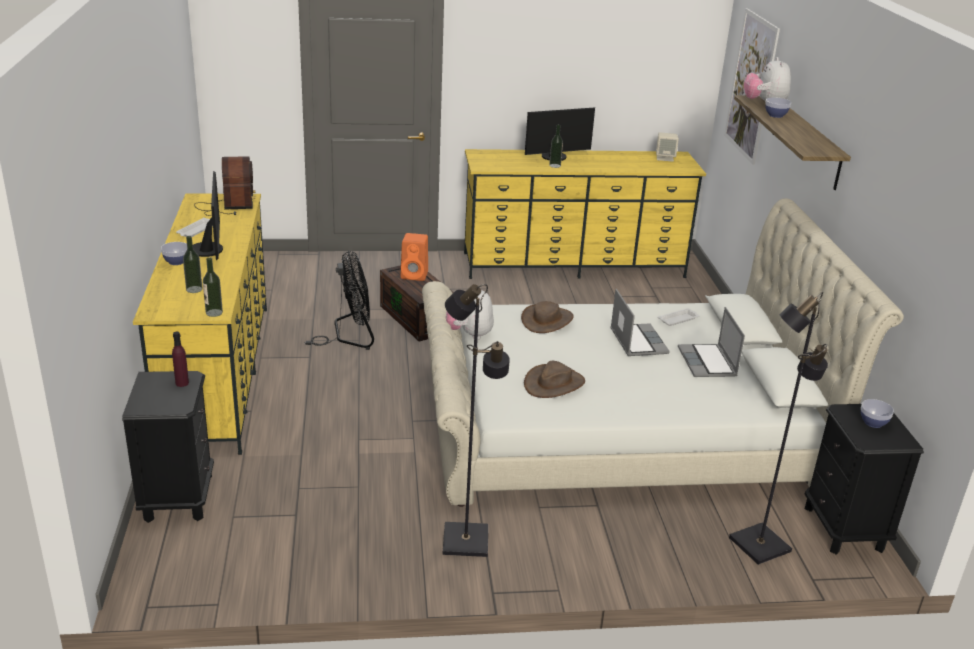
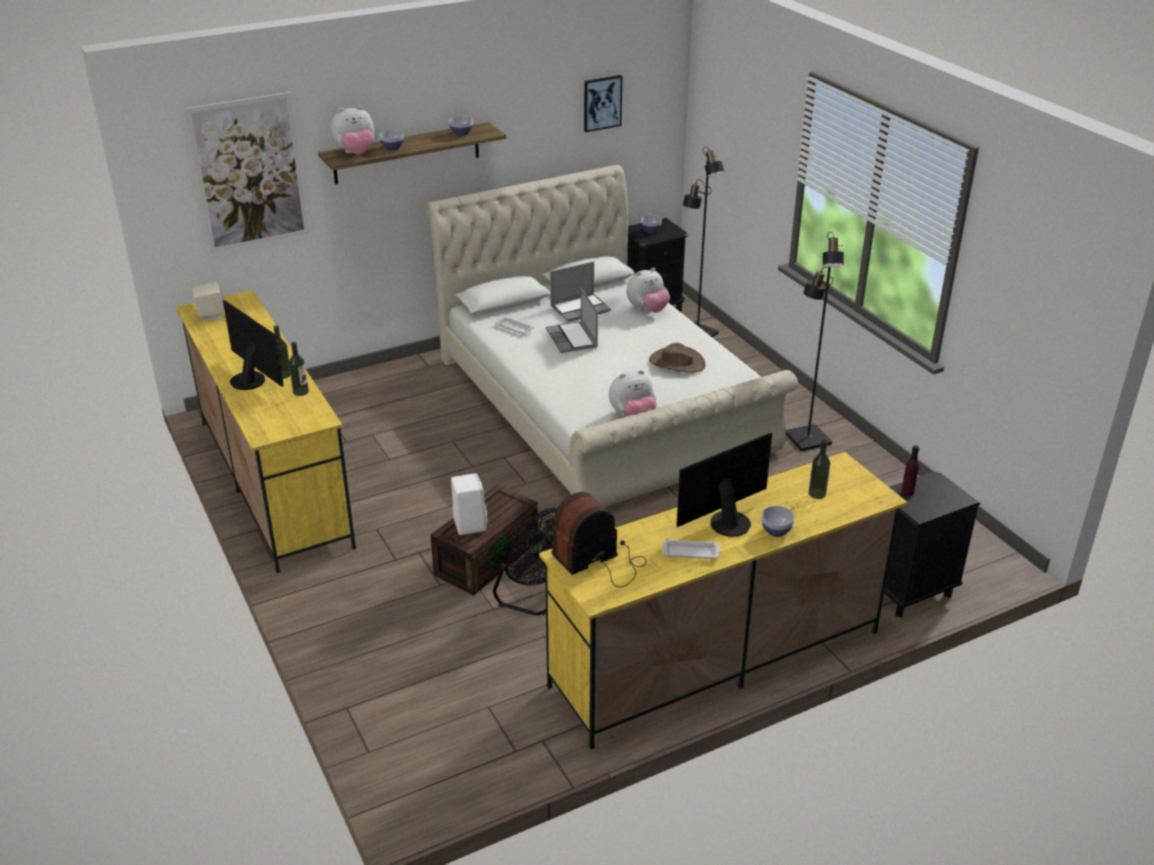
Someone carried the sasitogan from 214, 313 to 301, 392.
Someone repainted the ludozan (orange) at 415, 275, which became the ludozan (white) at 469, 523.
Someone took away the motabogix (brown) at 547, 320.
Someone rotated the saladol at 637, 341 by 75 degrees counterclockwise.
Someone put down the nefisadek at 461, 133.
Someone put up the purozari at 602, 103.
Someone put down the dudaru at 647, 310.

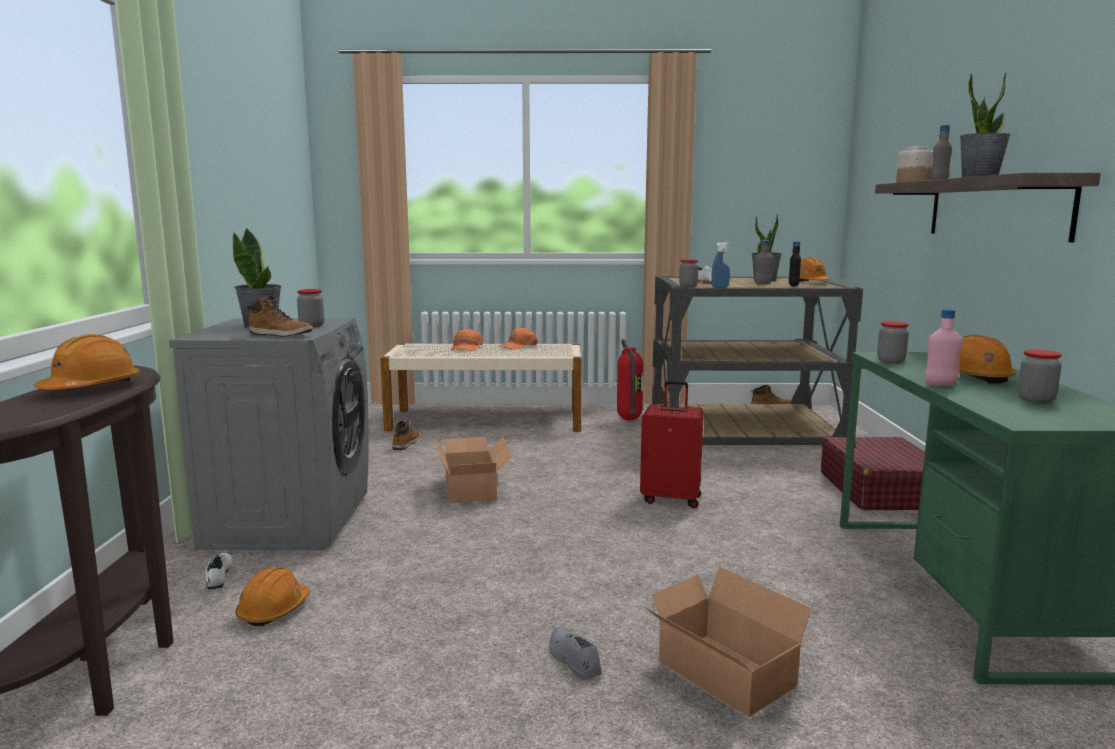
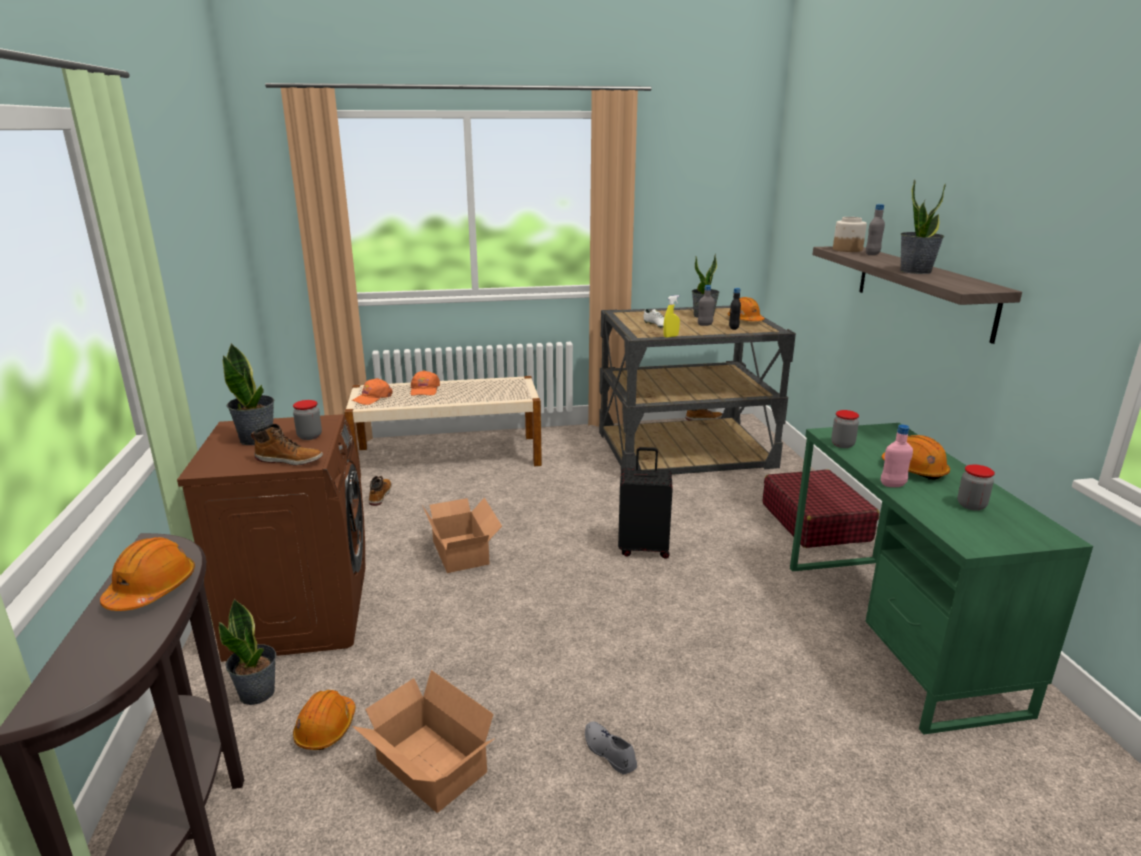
Someone repainted the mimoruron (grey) at 289, 522, which became the mimoruron (brown) at 301, 613.
Someone swapped the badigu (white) at 219, 577 for the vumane at 258, 692.
Someone carried the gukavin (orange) from 518, 346 to 372, 398.
Someone took away the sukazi at 628, 420.
Someone repainted the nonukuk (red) at 671, 499, which became the nonukuk (black) at 644, 548.
Someone carried the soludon from 725, 677 to 429, 770.
Someone took away the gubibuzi at 688, 286.
Someone repainted the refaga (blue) at 720, 287, which became the refaga (yellow) at 671, 336.

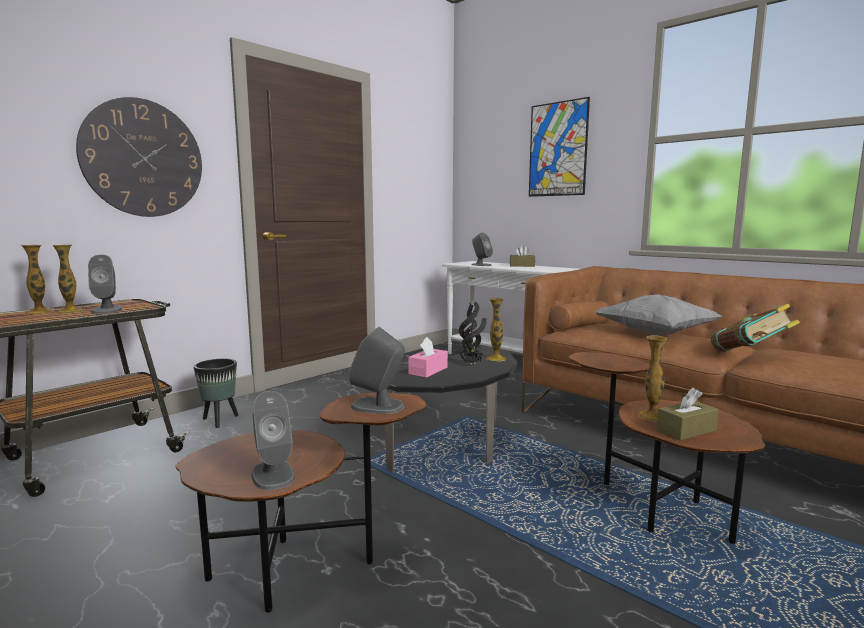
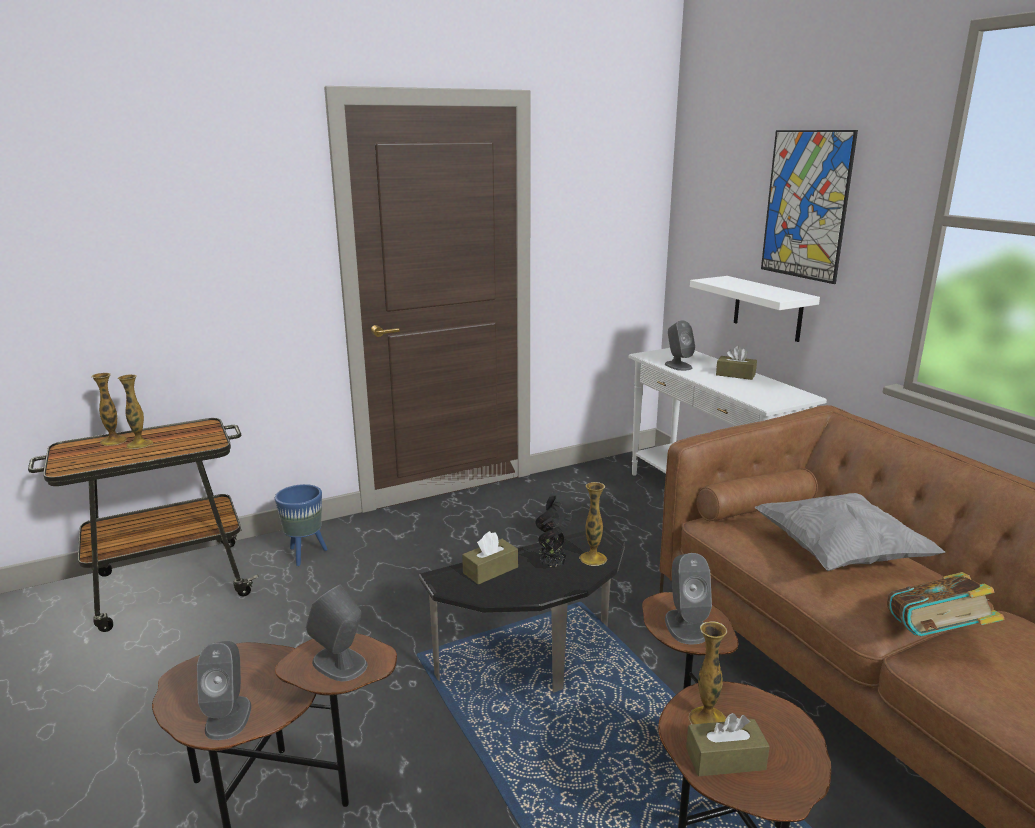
Someone took away the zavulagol at 143, 158.
Someone carried the ludozan (grey) from 107, 310 to 685, 626.
Someone repainted the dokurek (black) at 219, 420, which became the dokurek (blue) at 305, 554.
Someone repainted the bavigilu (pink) at 428, 370, which became the bavigilu (brown) at 490, 570.
Someone put up the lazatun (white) at 767, 308.

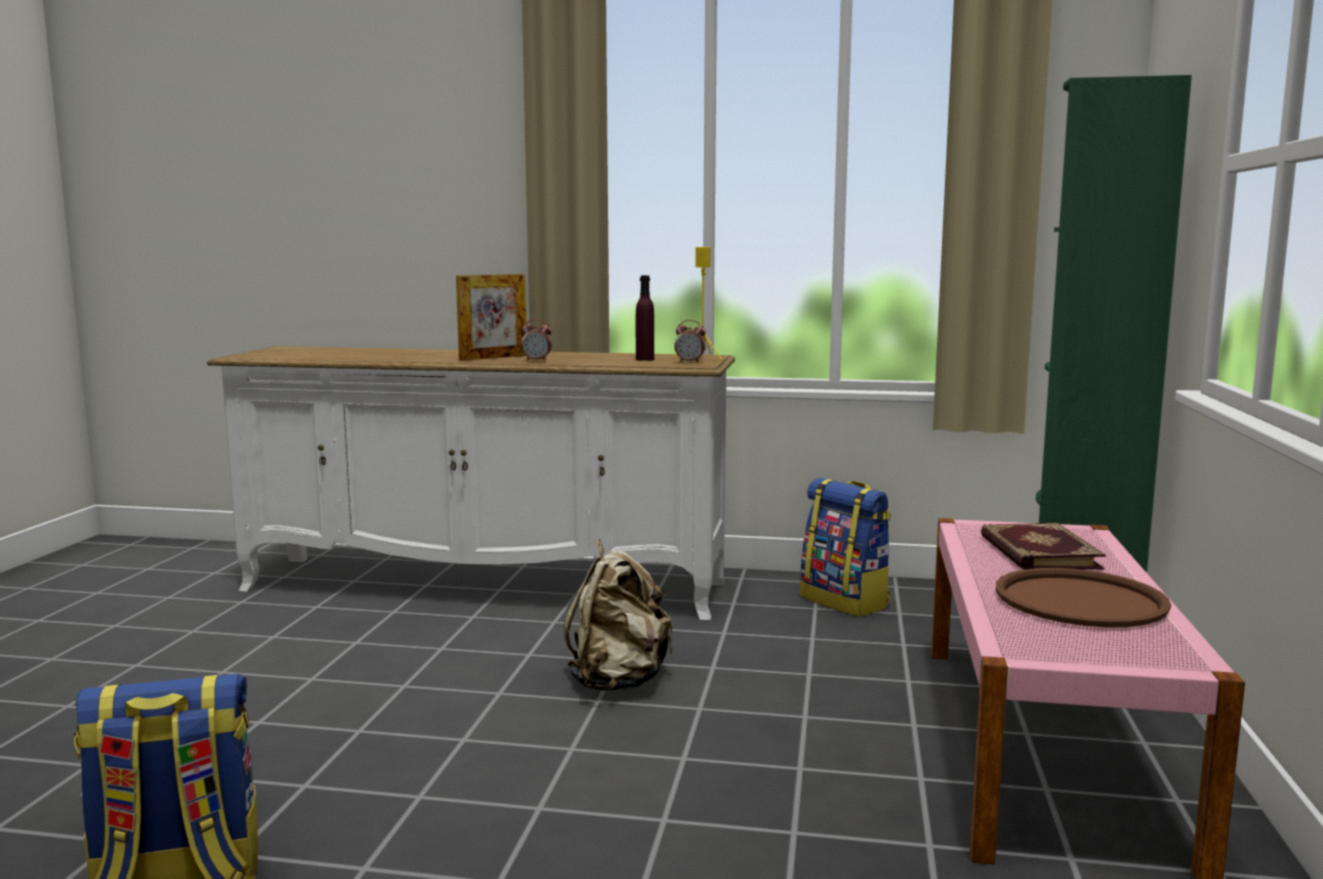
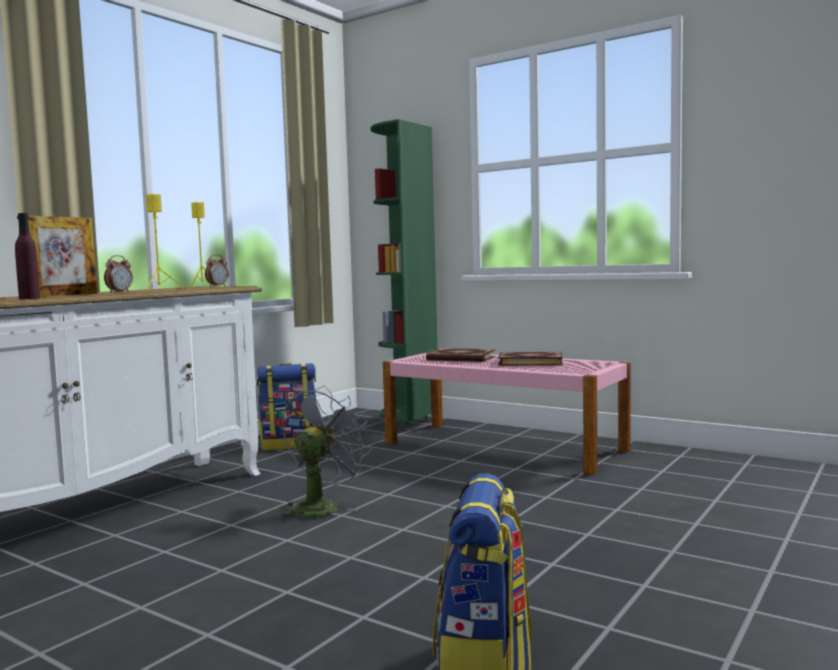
Someone rotated the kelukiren at 493, 357 by 45 degrees clockwise.
Someone swapped the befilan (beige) at 618, 681 for the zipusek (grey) at 320, 506.
Someone carried the sasitogan (purple) from 645, 359 to 29, 298.
Someone swapped the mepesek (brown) at 1080, 600 for the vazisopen at 530, 362.
Someone put down the ludozan (yellow) at 160, 290.

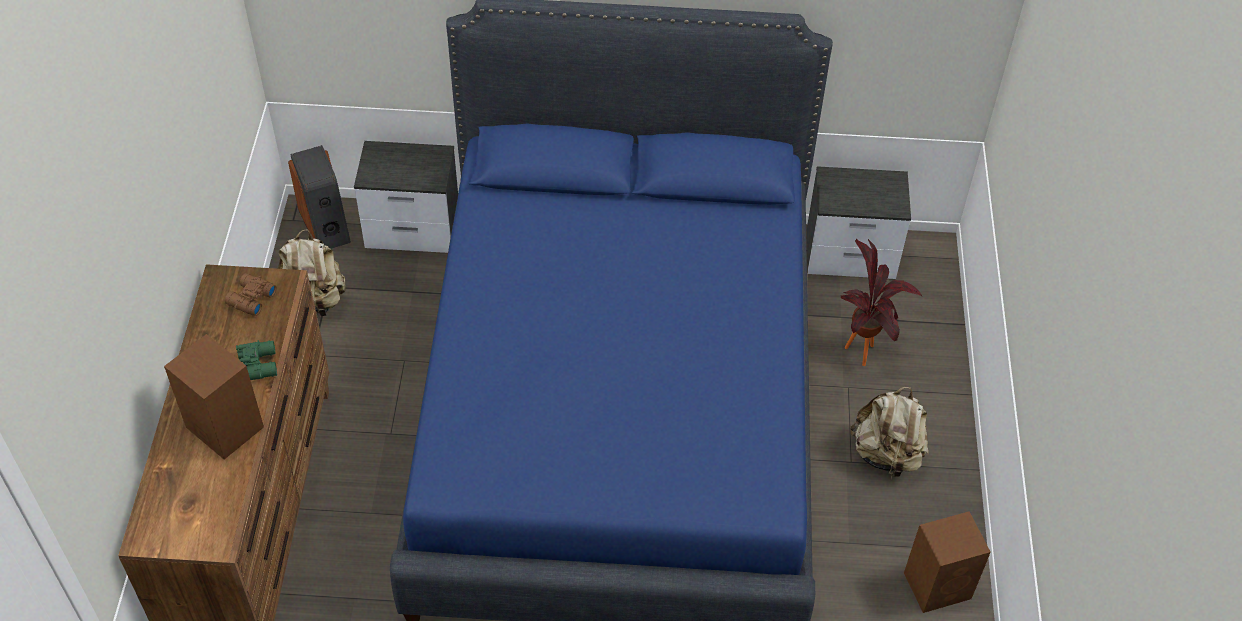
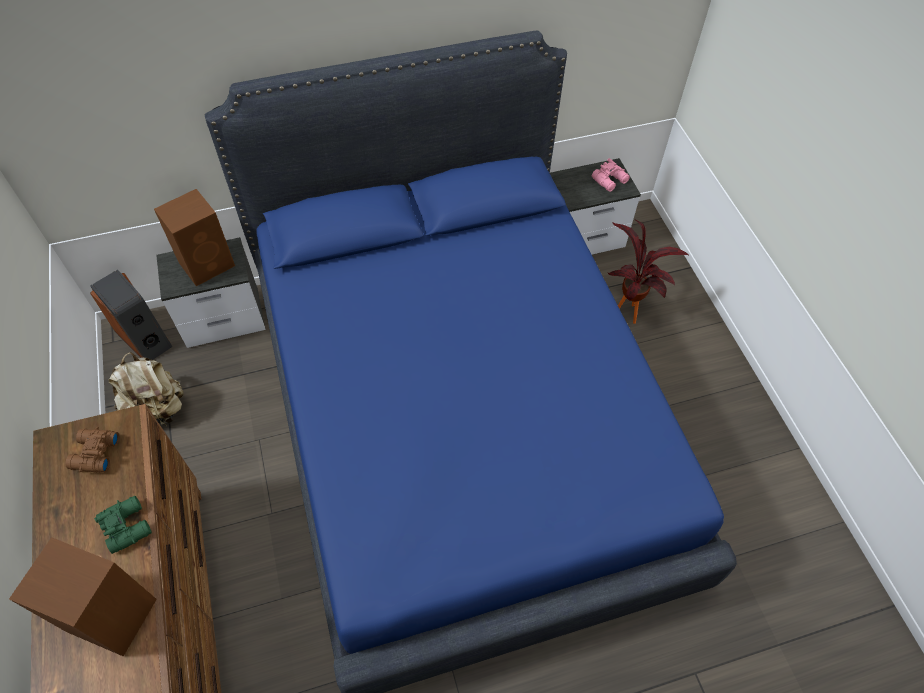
Someone took away the befilan (beige) at 887, 454.
Someone carried the ludozan (brown) from 939, 585 to 208, 263.
Someone put down the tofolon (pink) at 610, 180.

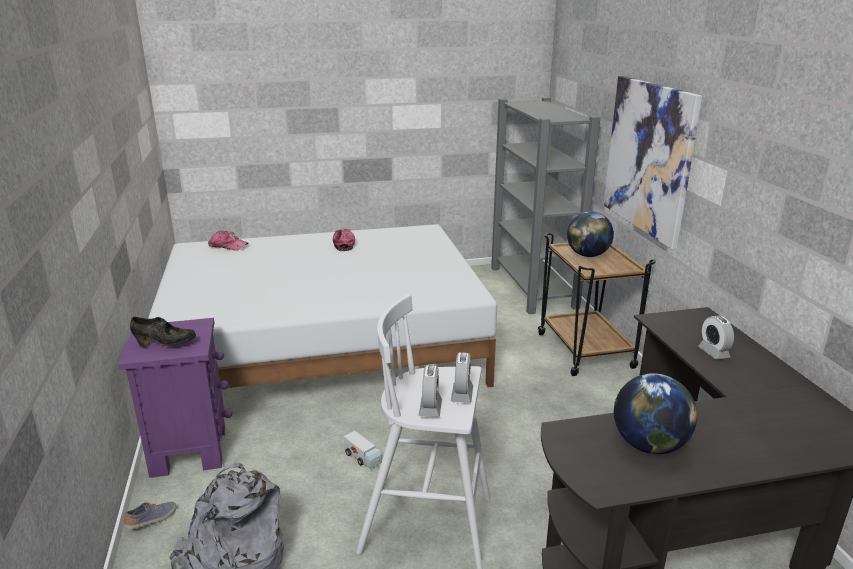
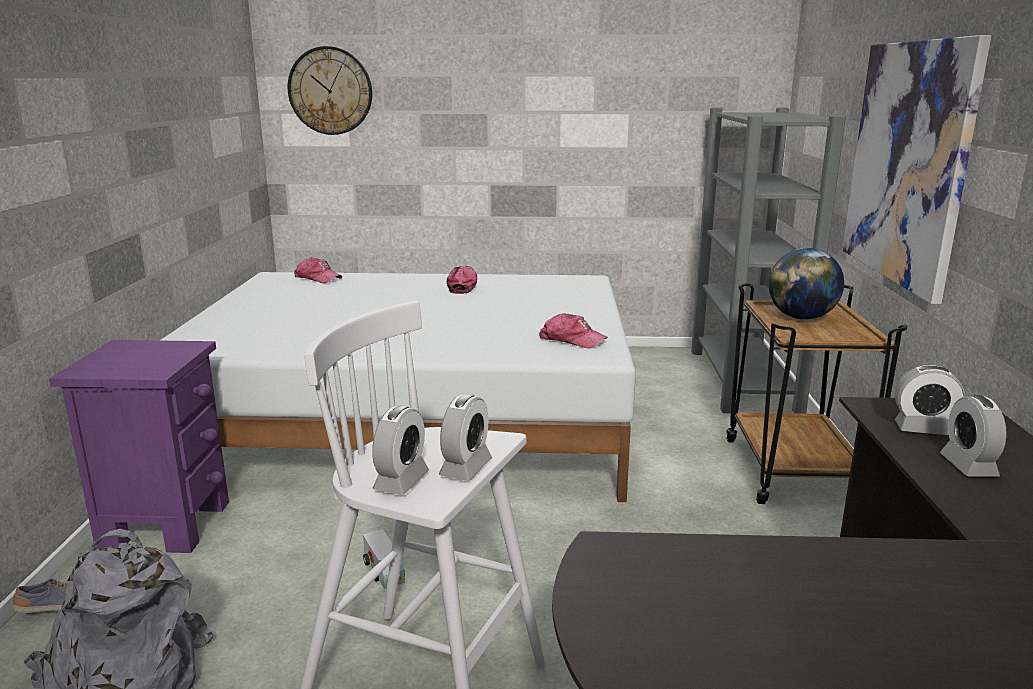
Someone took away the badigu (black) at 165, 344.
Someone took away the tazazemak at 649, 445.
Someone put up the zavulagol at 330, 91.
Someone put down the gukavin at 571, 340.
Someone put down the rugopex at 923, 429.

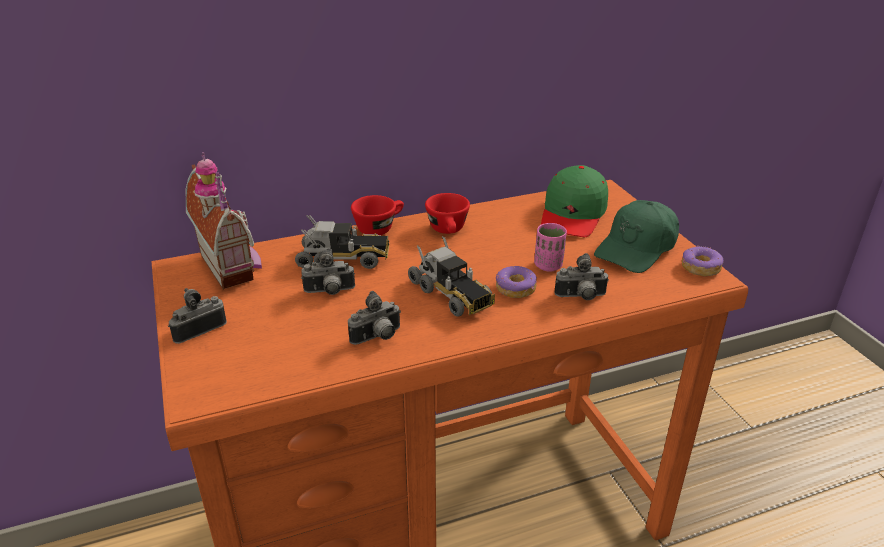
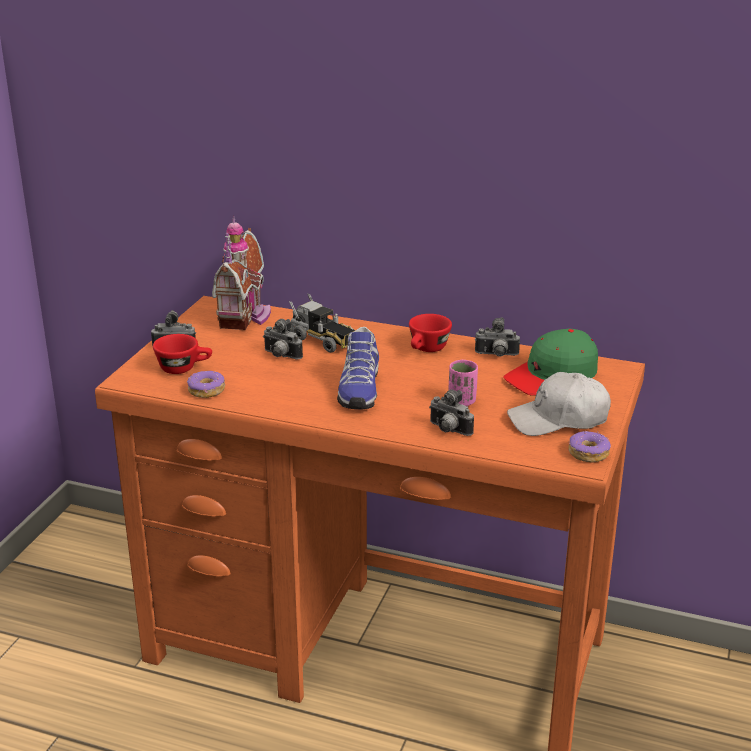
Someone carried the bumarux from 378, 338 to 496, 355.
Someone carried the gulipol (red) from 379, 228 to 184, 368.
Someone swapped the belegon at 452, 294 for the badigu at 358, 390.
Someone carried the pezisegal from 516, 288 to 206, 391.
Someone repainted the gukavin (green) at 636, 248, which became the gukavin (white) at 559, 419.

